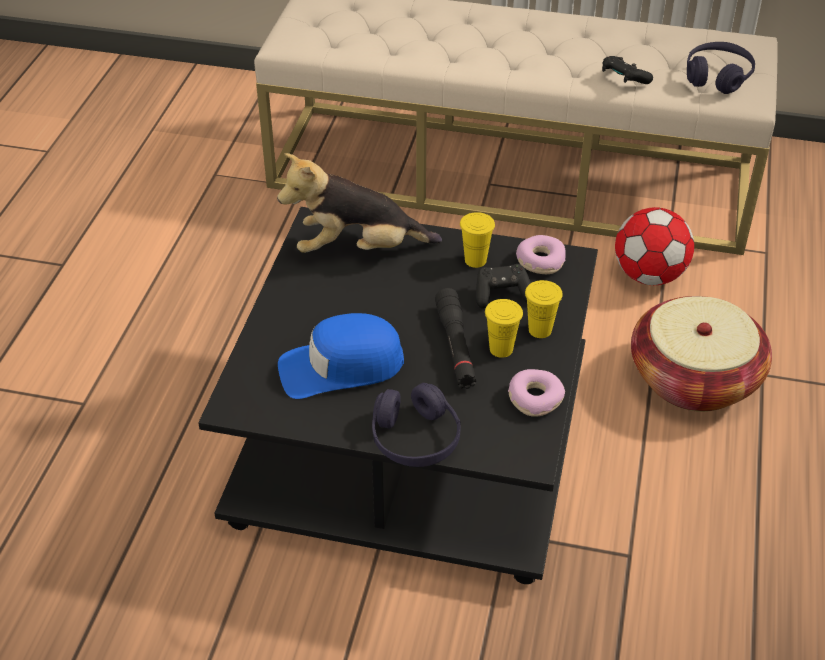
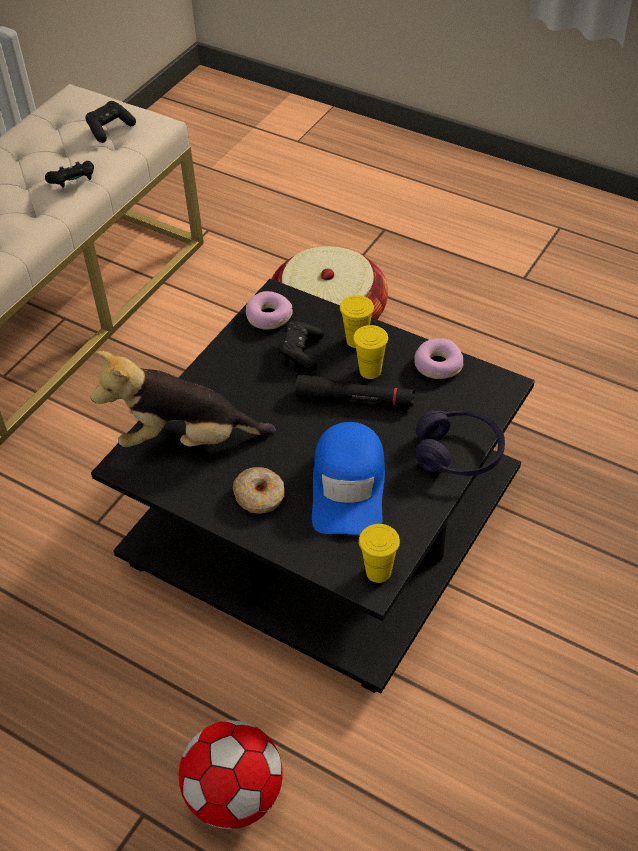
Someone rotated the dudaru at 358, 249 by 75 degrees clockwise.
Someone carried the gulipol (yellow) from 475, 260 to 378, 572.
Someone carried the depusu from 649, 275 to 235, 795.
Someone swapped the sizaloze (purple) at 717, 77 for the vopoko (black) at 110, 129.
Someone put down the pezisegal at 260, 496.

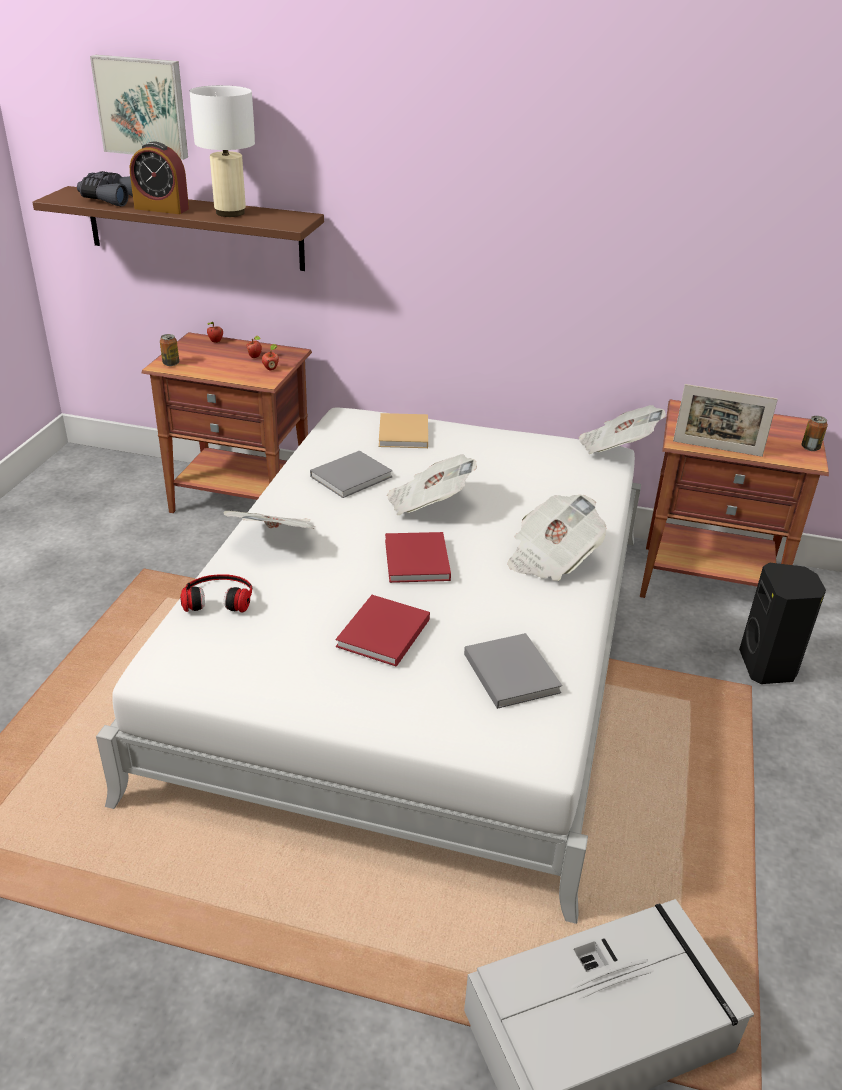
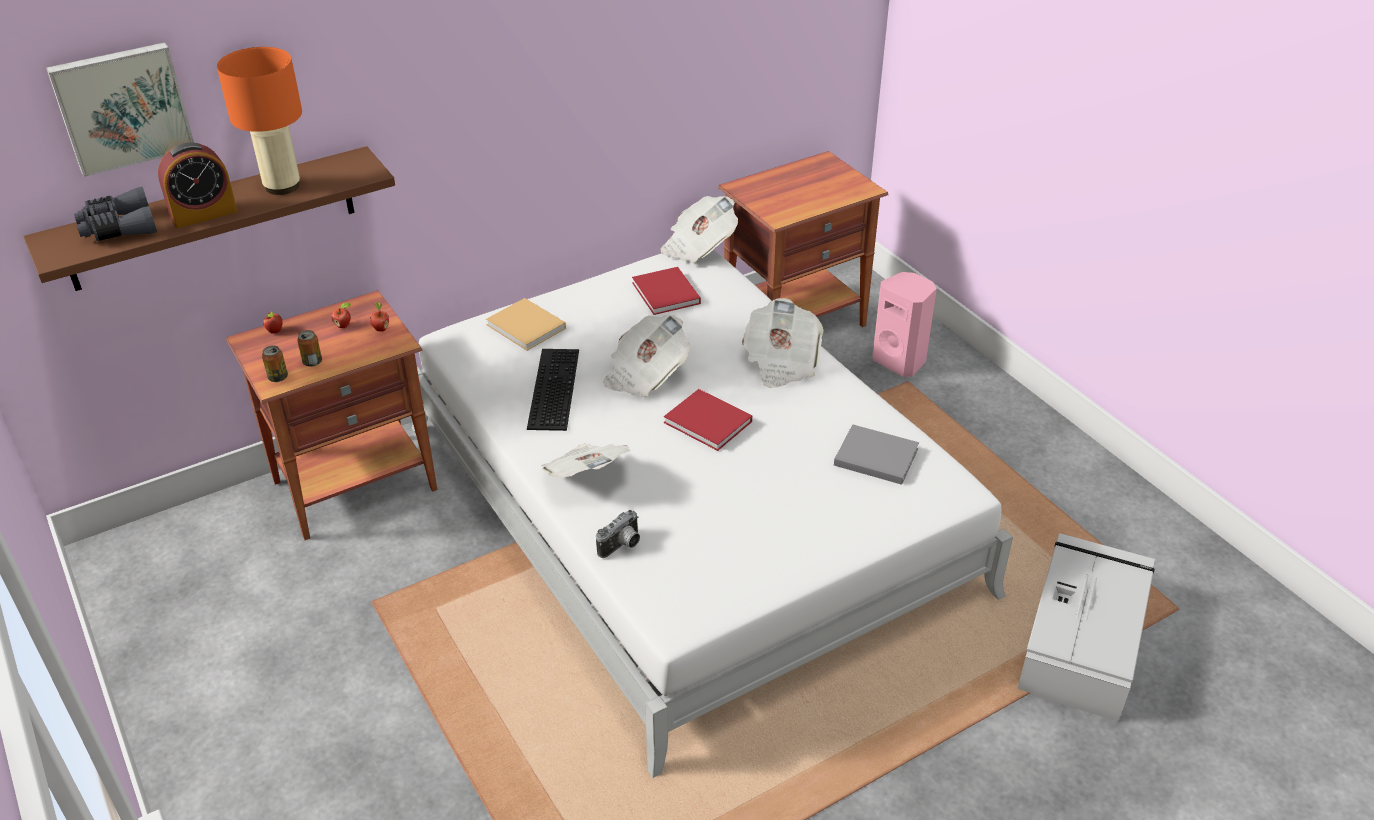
Someone swapped the sizaloze at 218, 597 for the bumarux at 622, 546.
Someone repainted the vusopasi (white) at 230, 213, which became the vusopasi (orange) at 283, 187.
Someone swapped the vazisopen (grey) at 353, 476 for the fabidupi at 551, 387.
Someone carried the vazisopen (red) from 382, 634 to 666, 294.
Someone took away the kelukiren at 717, 448.
Someone repainted the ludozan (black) at 768, 667, which became the ludozan (pink) at 900, 361.
Someone carried the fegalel from 810, 448 to 312, 362.

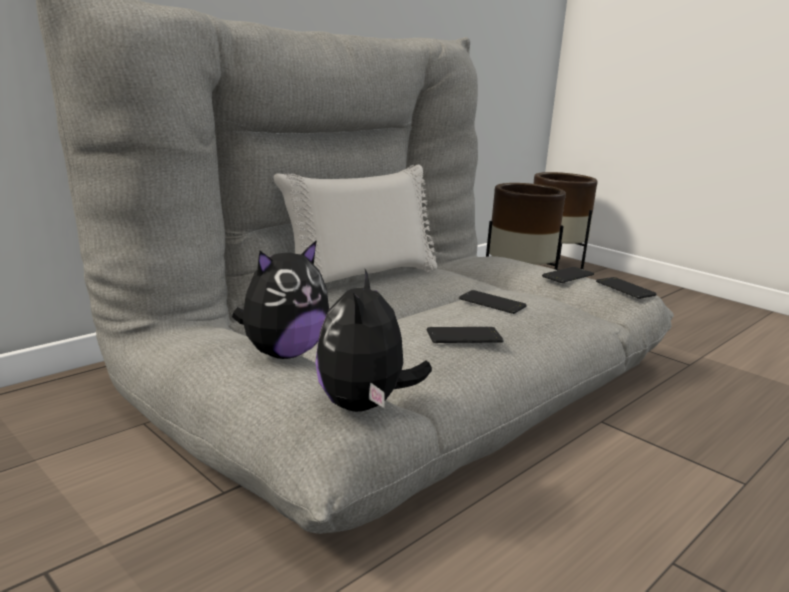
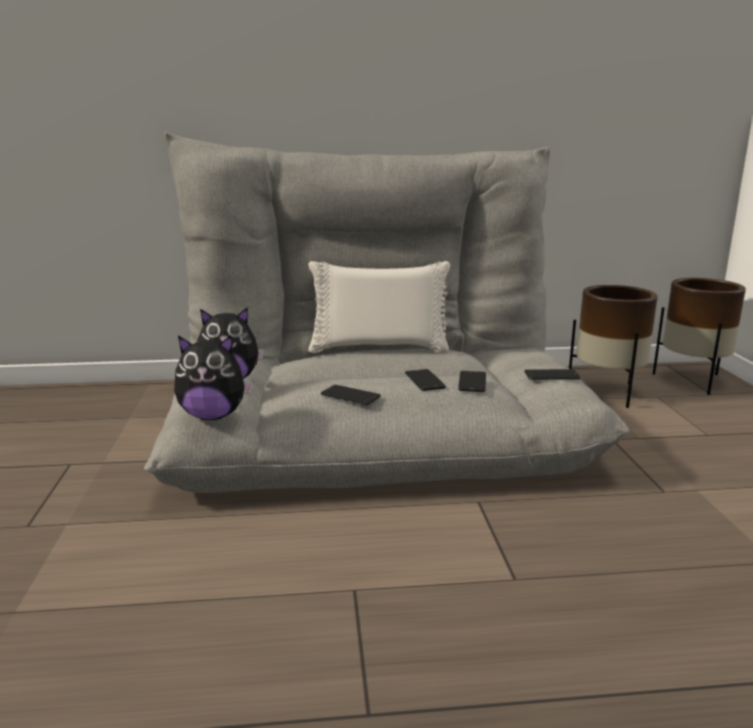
Someone rotated the dudaru at 364, 406 by 135 degrees counterclockwise.
Someone carried the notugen from 625, 288 to 472, 382.

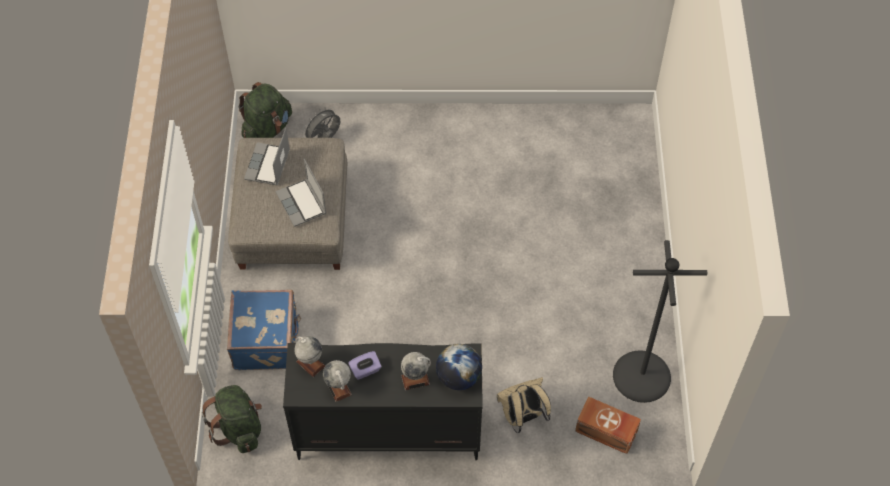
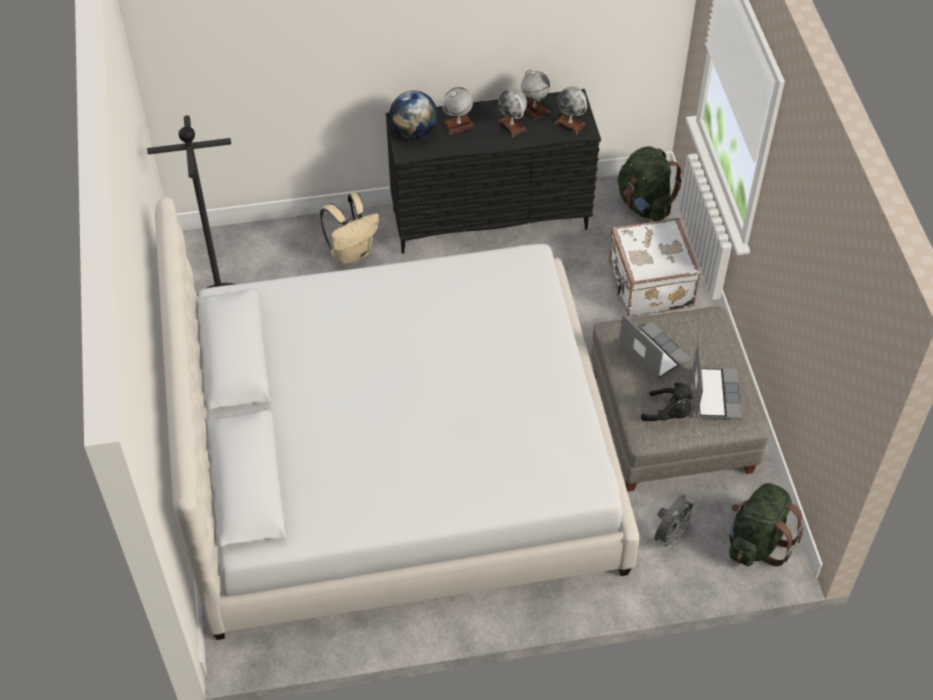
Someone repainted the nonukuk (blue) at 267, 341, which became the nonukuk (white) at 648, 286.
Someone swapped the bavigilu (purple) at 365, 370 for the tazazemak at 511, 126.
Someone took away the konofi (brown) at 606, 432.
Someone put down the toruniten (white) at 398, 460.
Someone put down the dudaru (black) at 669, 413.

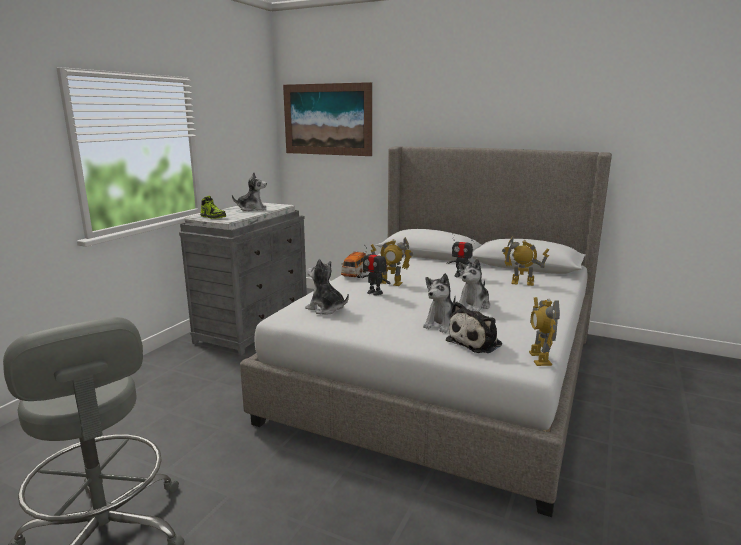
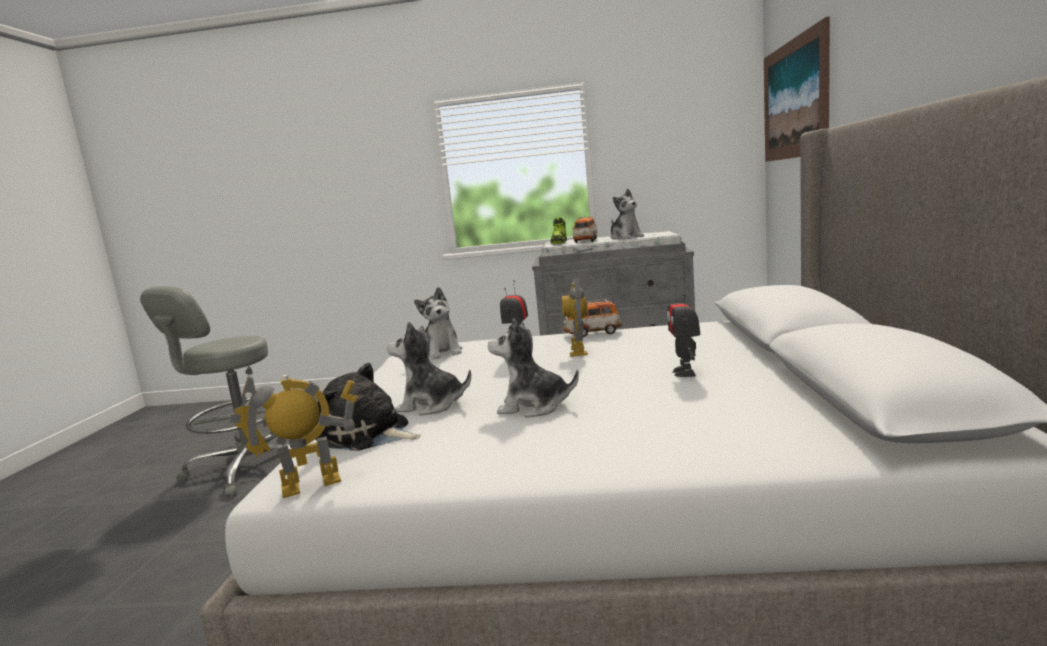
Someone rotated the dudaru at 326, 309 by 150 degrees clockwise.
Someone took away the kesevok at 522, 283.
Someone put down the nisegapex at 585, 241.

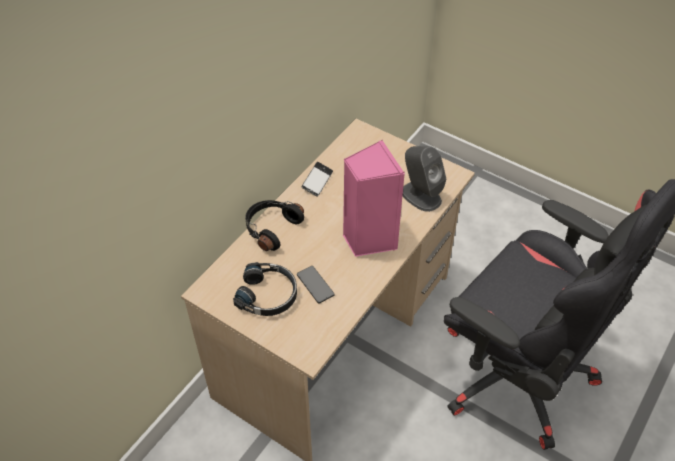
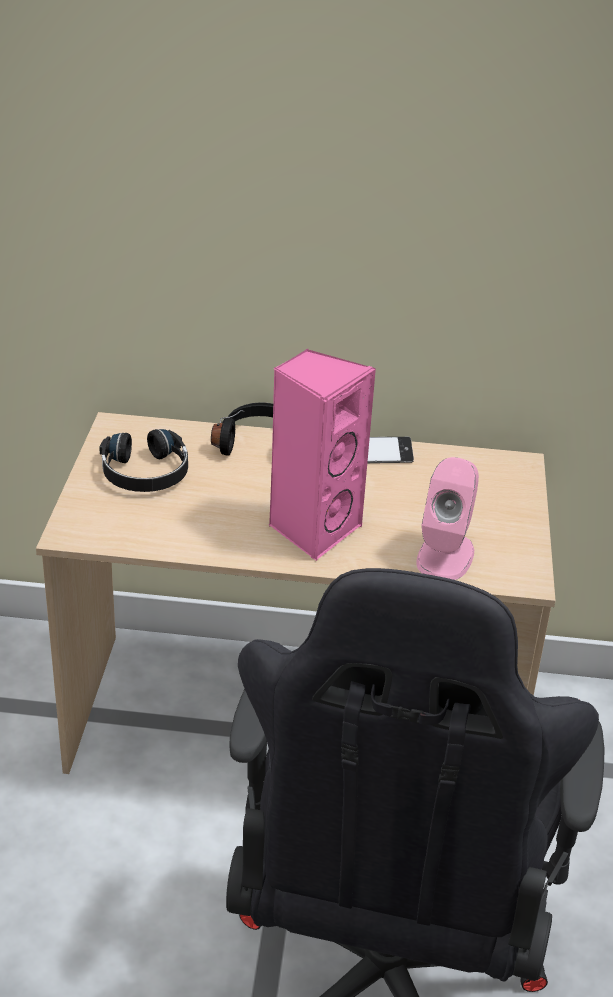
Someone took away the notugen at 315, 285.
Someone repainted the ludozan (grey) at 420, 195, which became the ludozan (pink) at 445, 555.

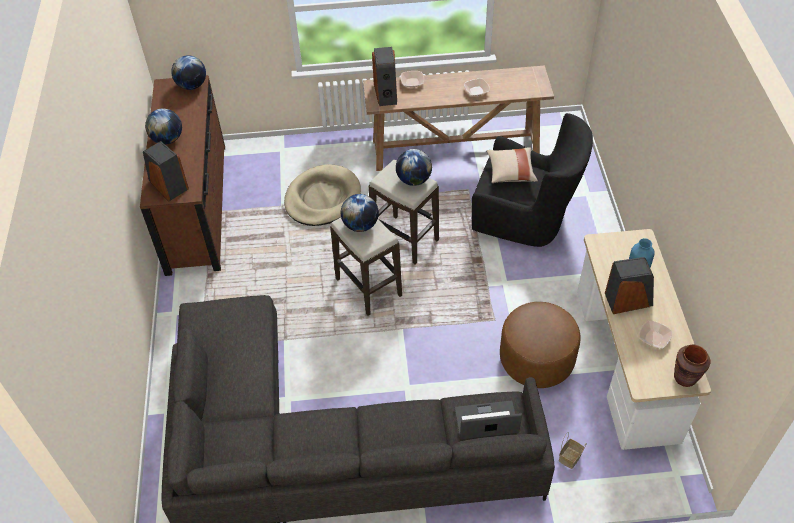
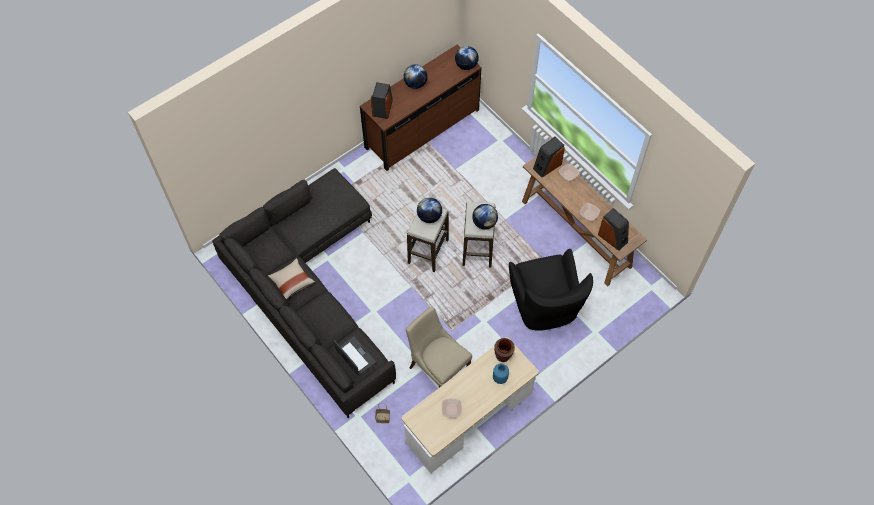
Someone took away the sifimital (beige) at 322, 198.
Someone carried the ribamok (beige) from 511, 172 to 292, 282.
Someone swapped the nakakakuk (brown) at 536, 359 for the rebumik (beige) at 438, 367.
Someone carried the ludozan from 628, 300 to 613, 237.
Someone carried the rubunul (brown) from 685, 377 to 503, 356.

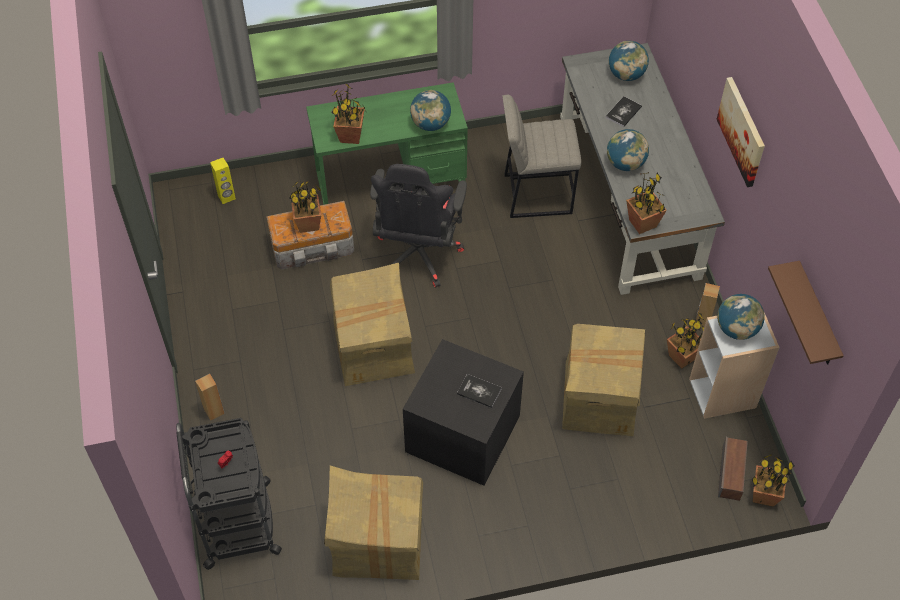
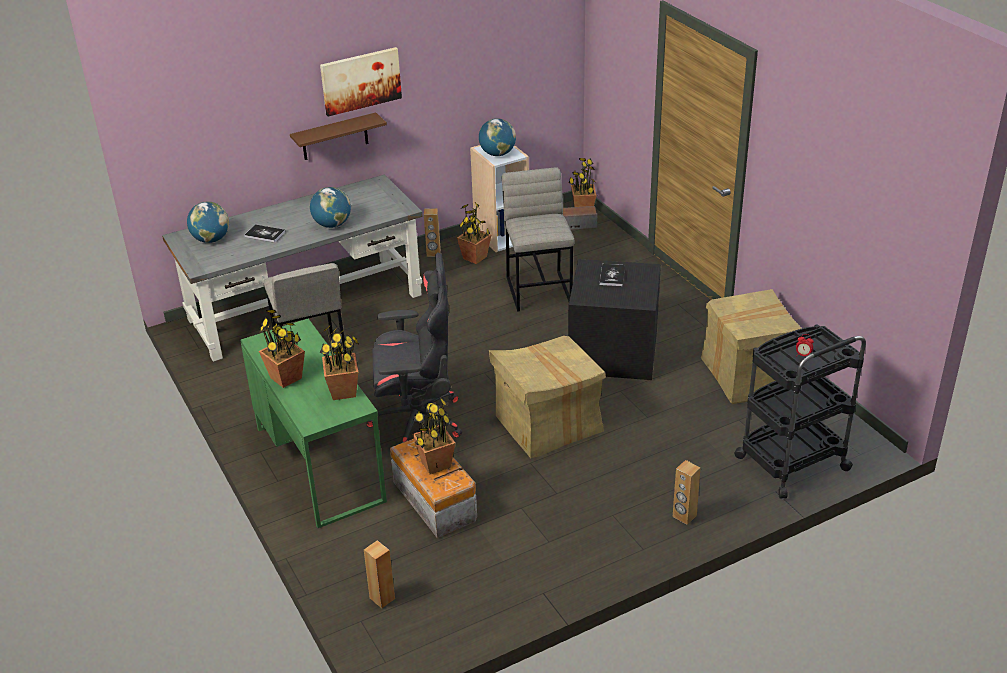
Someone repainted the ludozan (yellow) at 226, 197, which became the ludozan (brown) at 382, 598.
Someone took away the tazazemak at 430, 124.
Someone swapped the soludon at 599, 399 for the rebumik (grey) at 538, 290.
Someone carried the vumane from 643, 224 to 286, 378.
Someone carried the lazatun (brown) from 816, 317 to 334, 137.

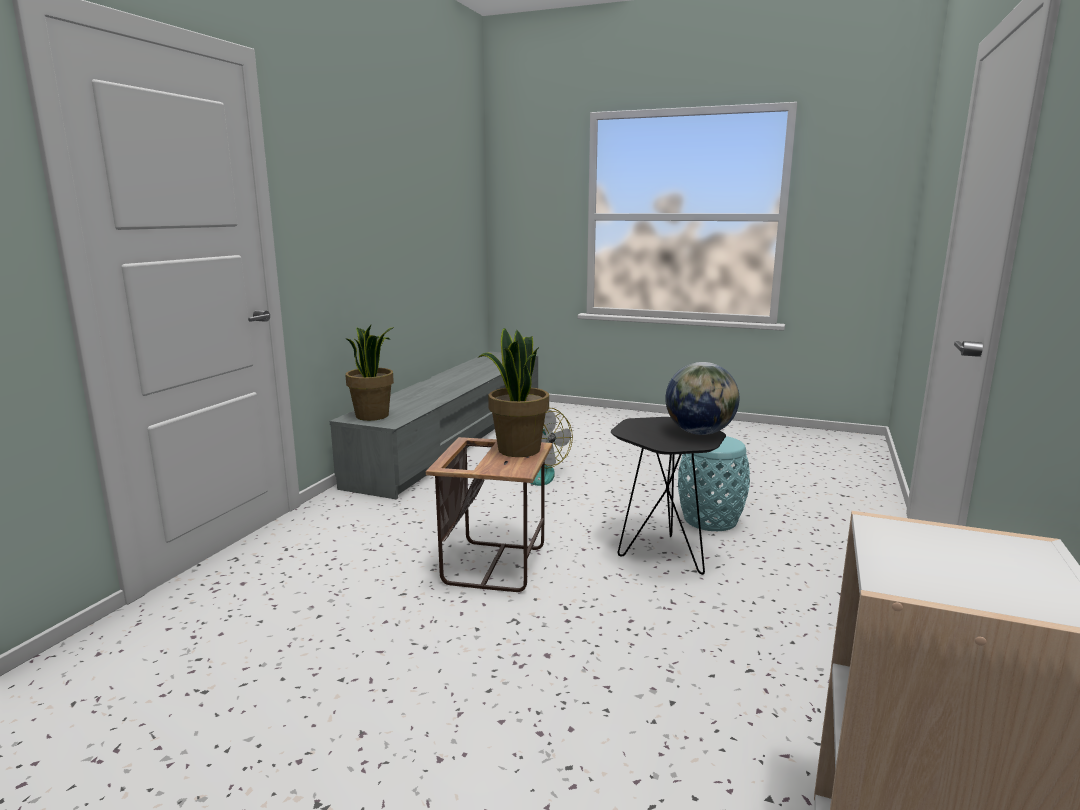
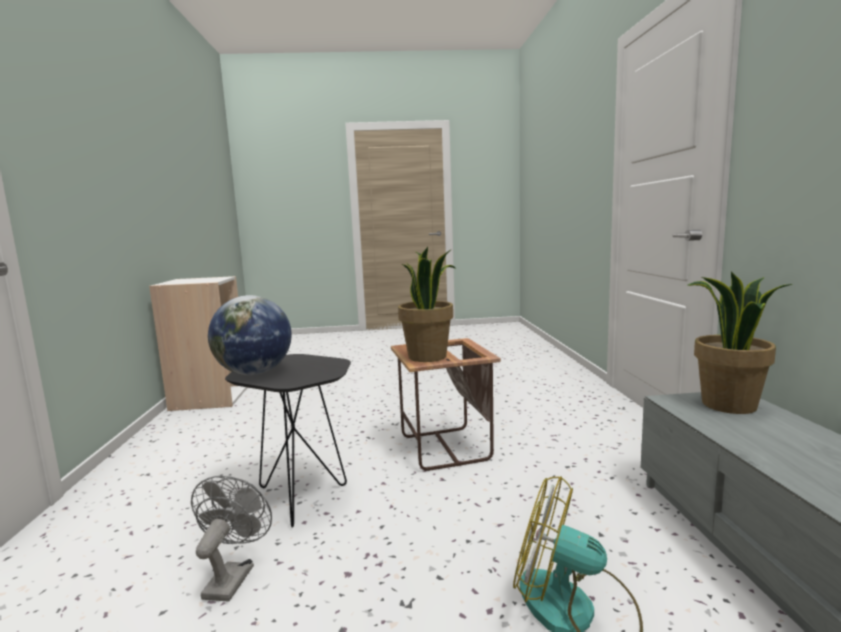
Someone swapped the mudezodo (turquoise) at 710, 520 for the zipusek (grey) at 232, 576.

